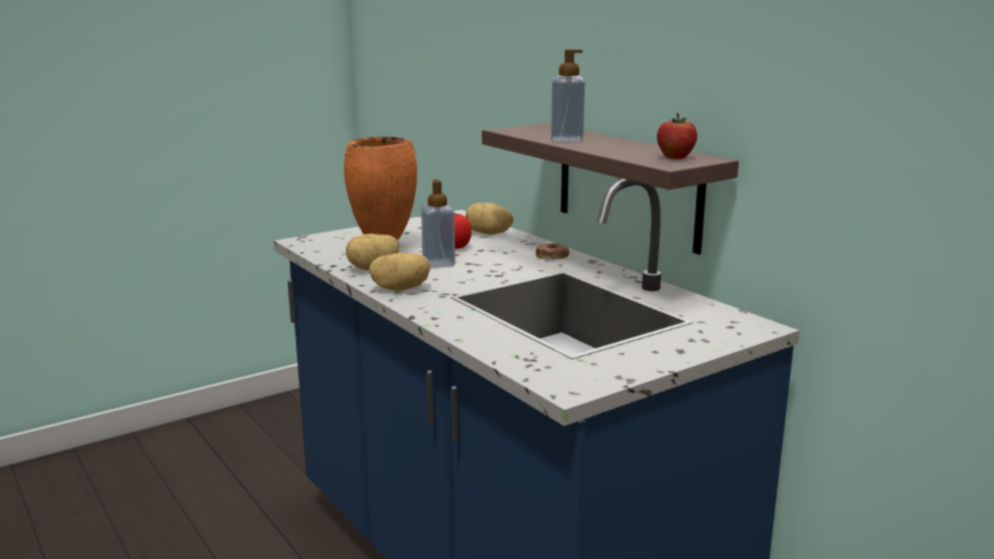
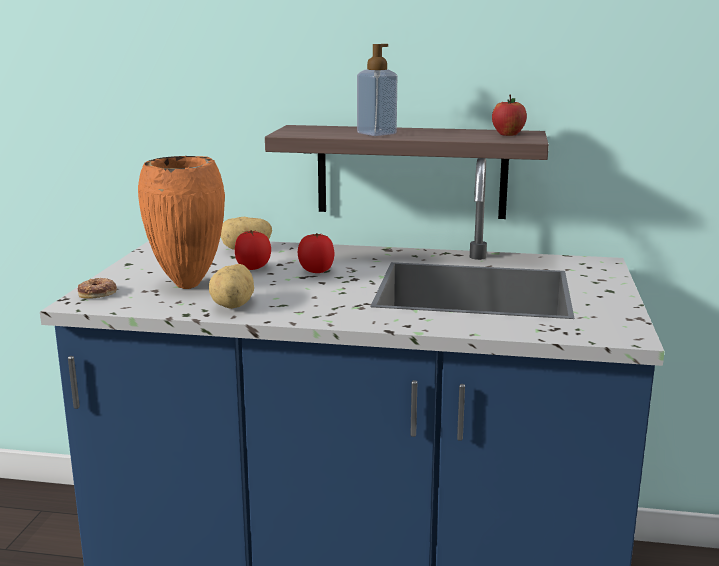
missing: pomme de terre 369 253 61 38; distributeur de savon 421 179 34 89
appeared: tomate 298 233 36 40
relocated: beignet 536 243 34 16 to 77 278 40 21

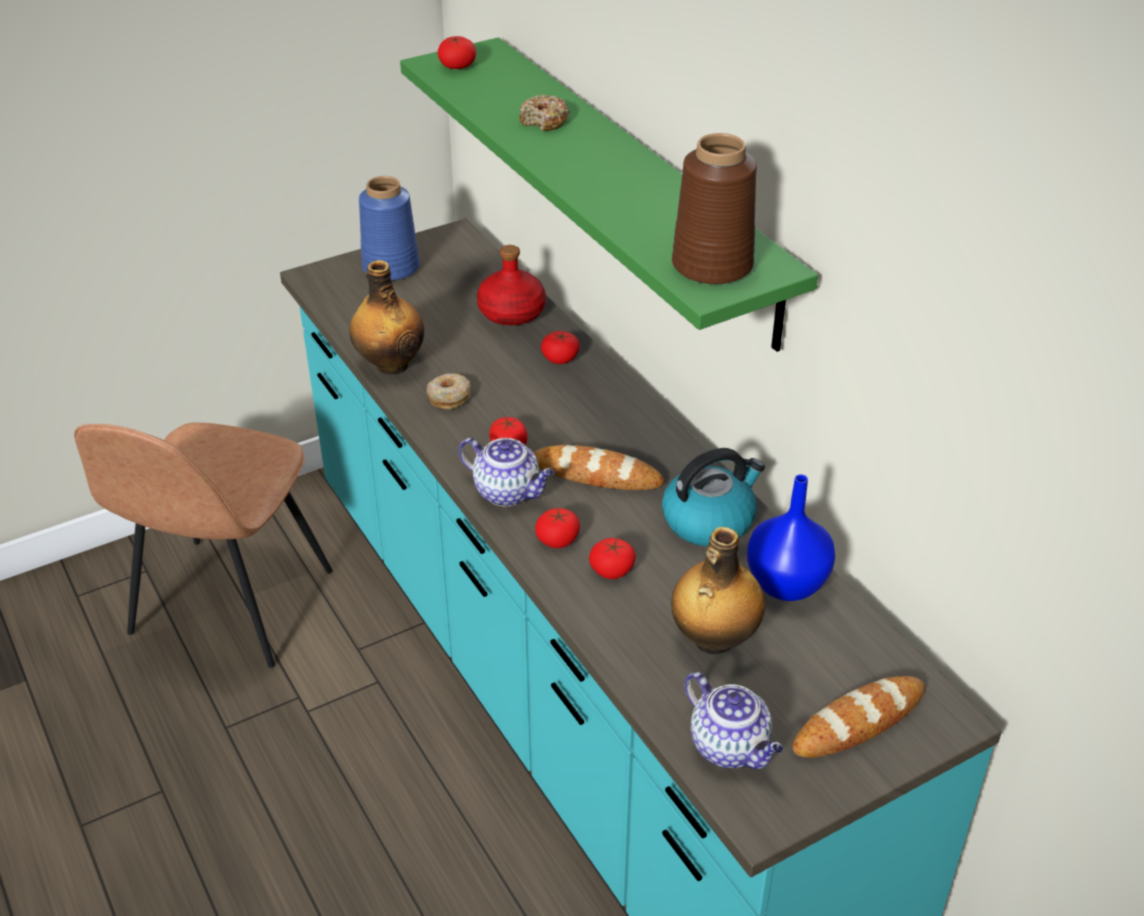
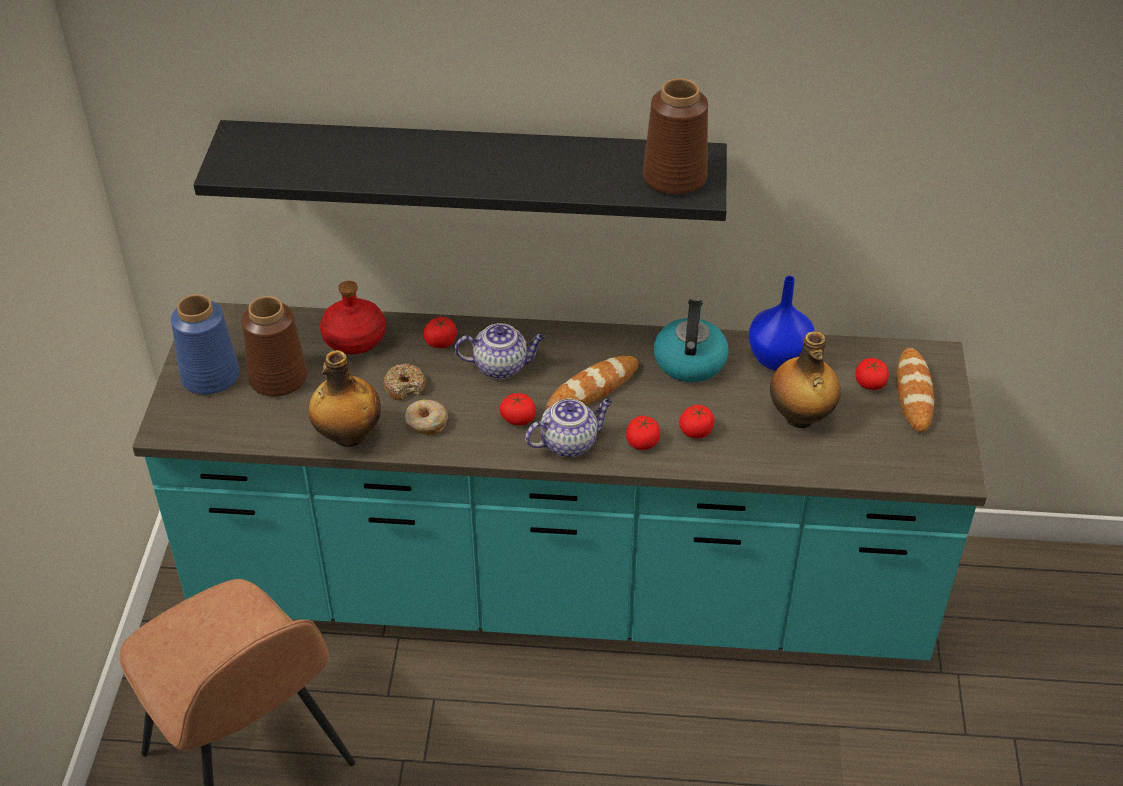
appeared: vase [marron] 242 296 66 101
relocated: tomate 438 36 38 33 to 855 358 34 32; beignet 520 94 49 37 to 383 363 43 37; théière 685 672 98 97 to 455 323 90 56
colour: étagère [vert] 400 37 418 315 to étagère [noir] 194 120 533 101

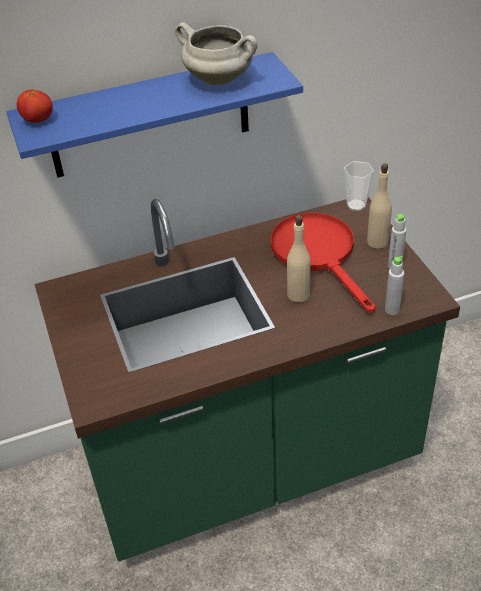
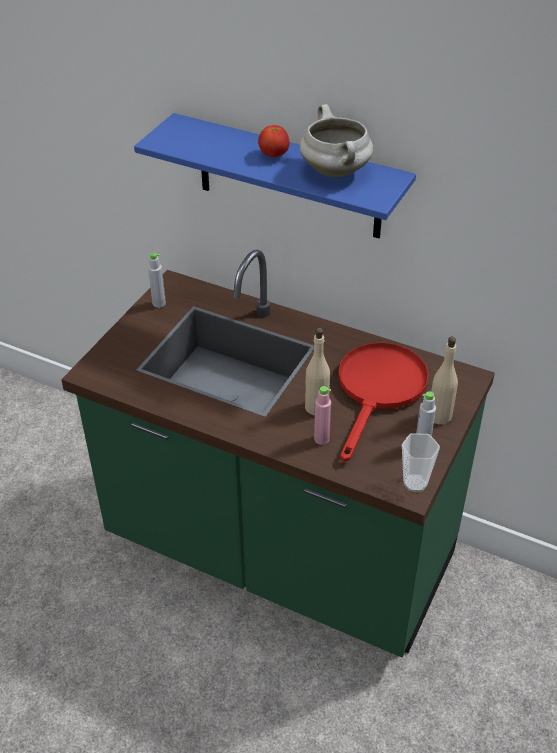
appeared: bouteille [rose] 314 386 17 59
relocated: tomate 17 90 36 33 to 258 125 32 32; tasse 344 161 30 50 to 402 433 38 59; bouteille [gris] 385 255 19 60 to 148 252 18 56

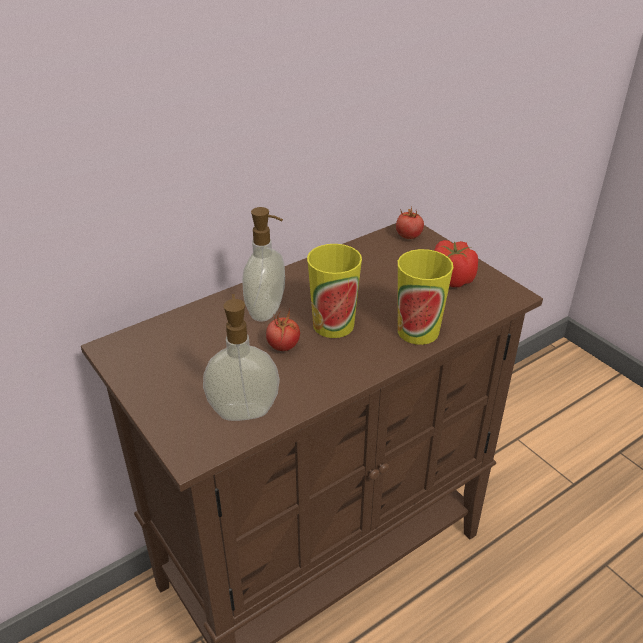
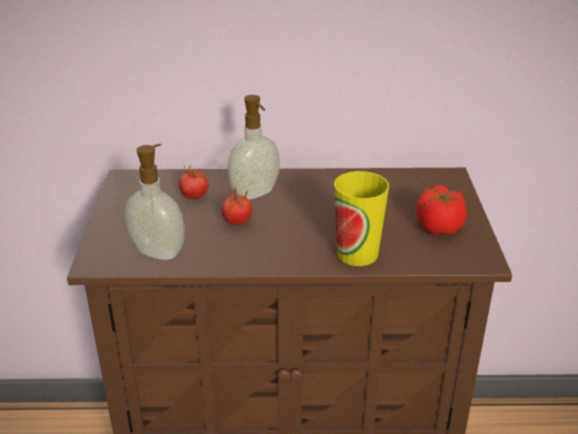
missing: tasse 307 244 55 94
relocated: tomate 396 207 28 32 to 179 164 29 35

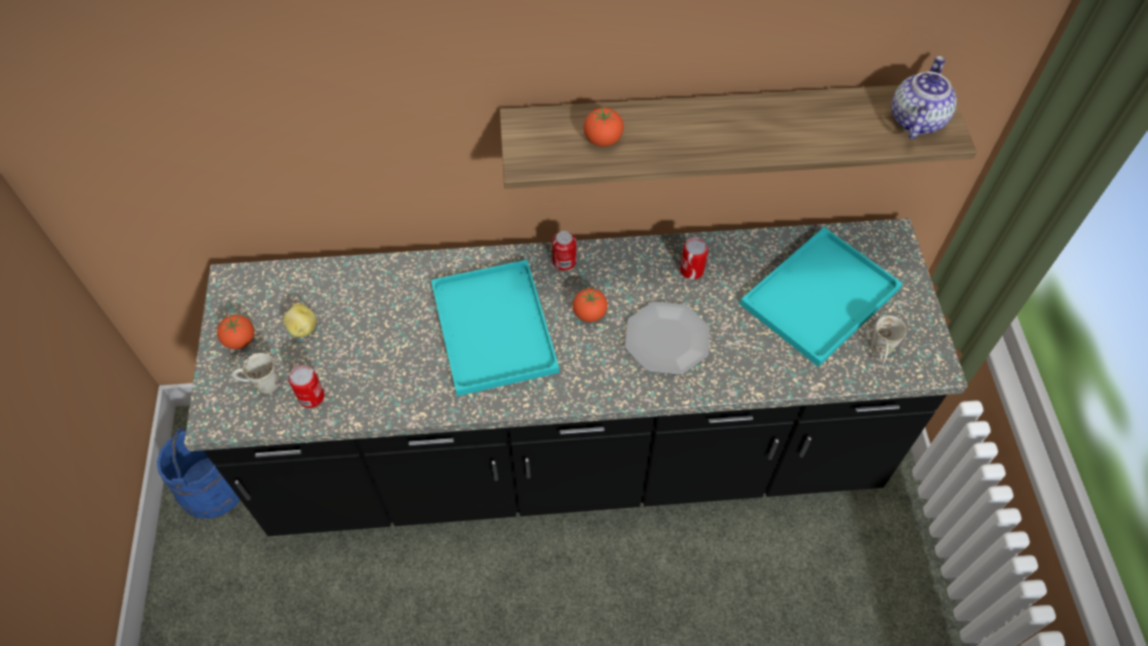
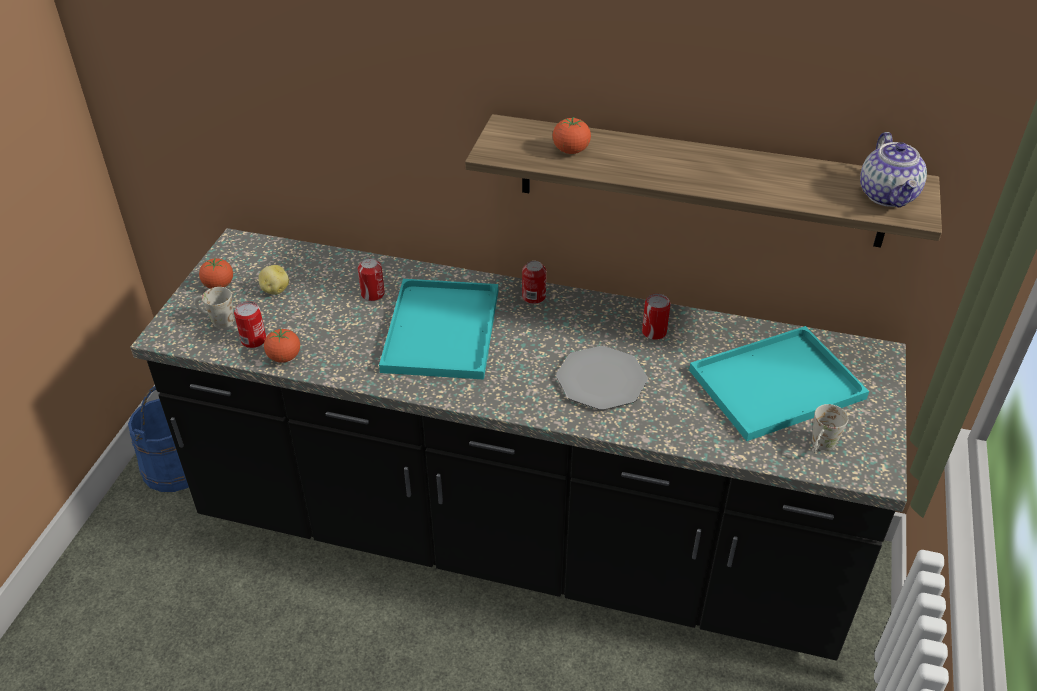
appeared: boîte métallique 358 258 27 43
relocated: tomate 573 288 35 34 to 264 328 36 34
spun: théière 892 56 65 83 = 860 132 67 76 135 degrees clockwise

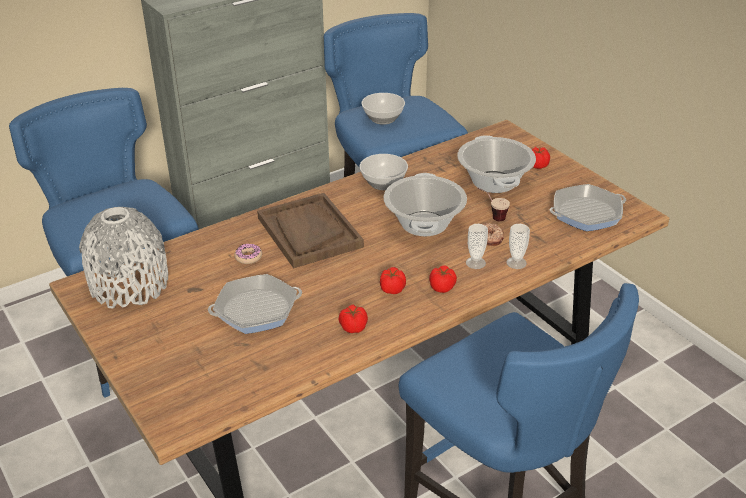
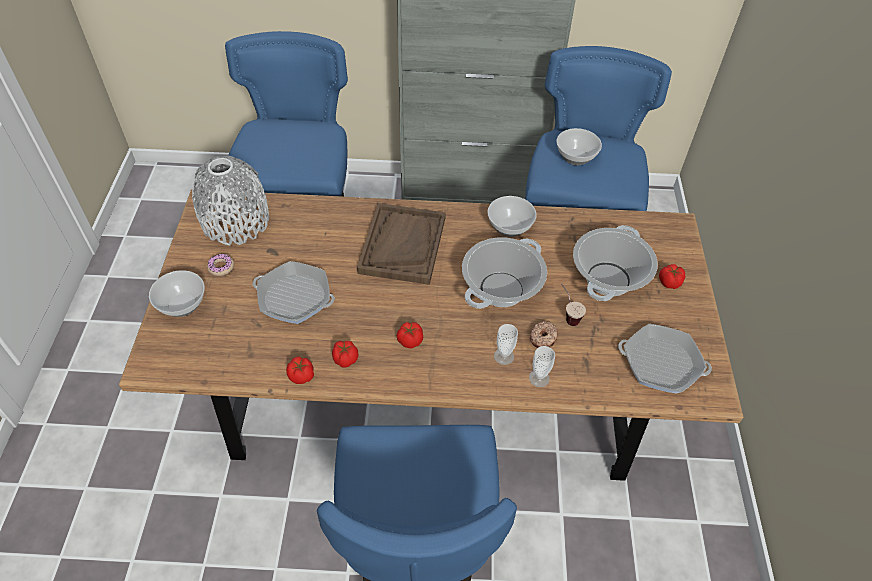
appeared: bol 149 270 56 47
relocated: beignet 234 244 28 20 to 207 254 27 22; tomate 429 265 28 28 to 286 356 28 28

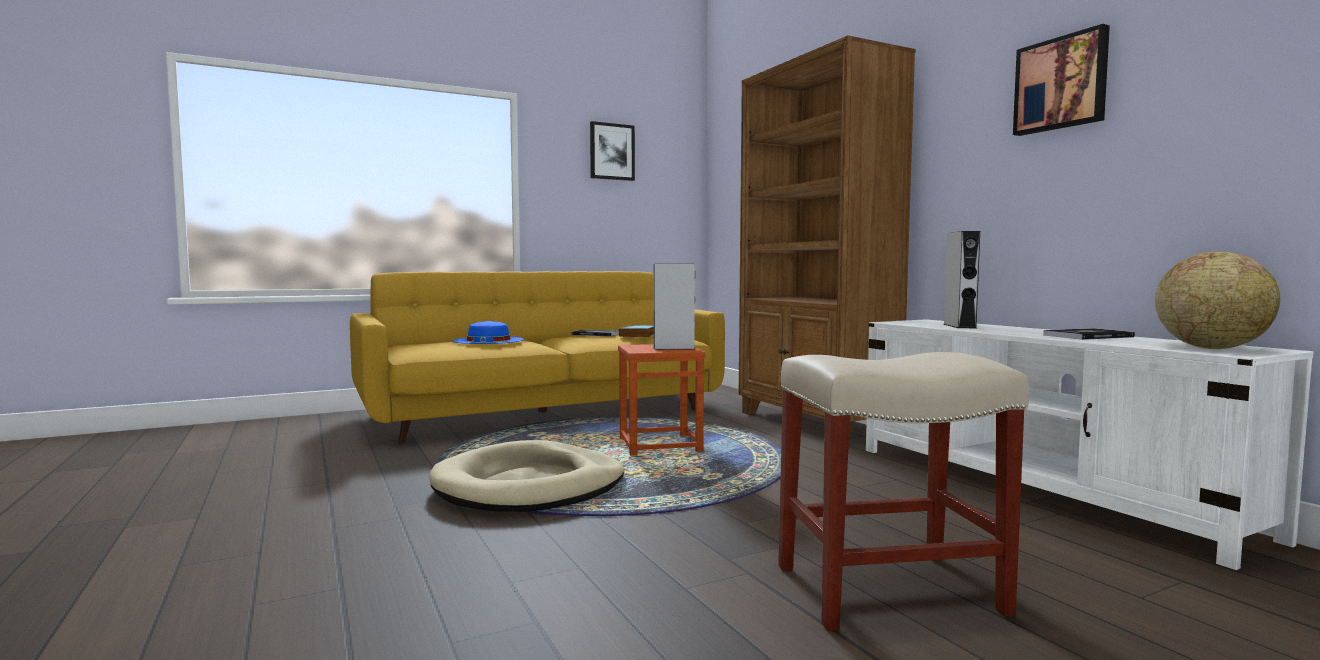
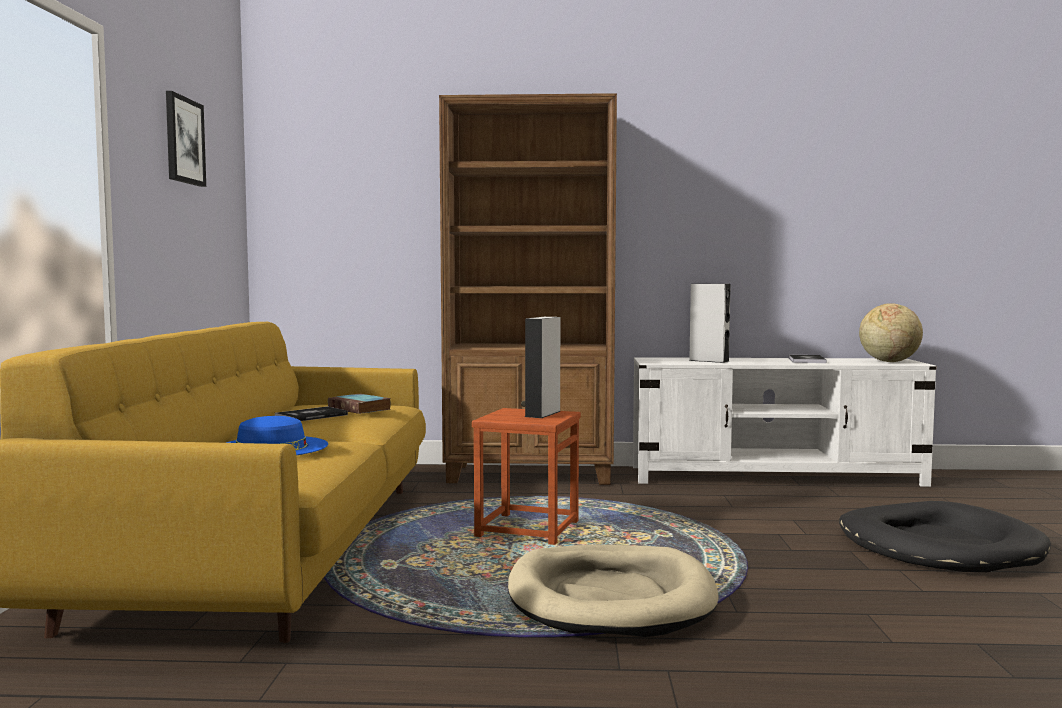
missing: tableau 1013 24 97 112
exchanged: tabouret [beige] 778 352 251 279 to panier pour chien [noir] 839 501 212 71

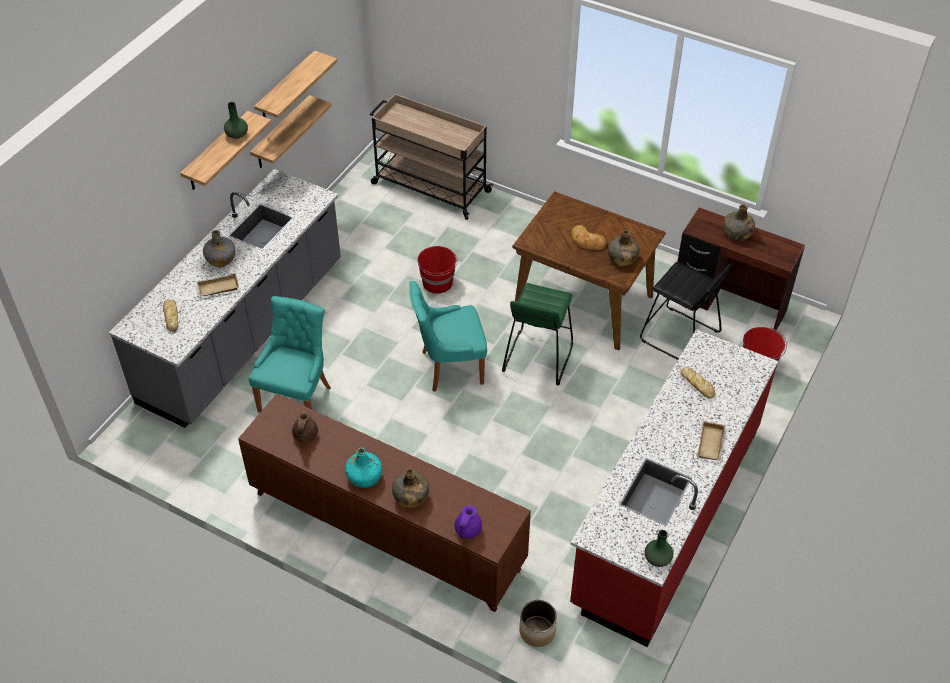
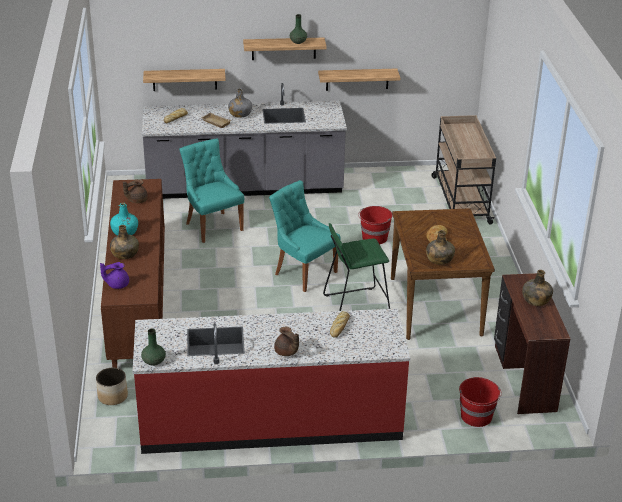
missing: tabouret [noir] 640 262 92 98
relocated: étagère 254 51 84 67 to 143 69 83 22
exchanged: plateau [beige] 698 421 28 39 to théière [marron] 274 327 25 29
spun: chaise [turquoise] 249 296 82 116 = 179 139 65 104 105 degrees counterclockwise

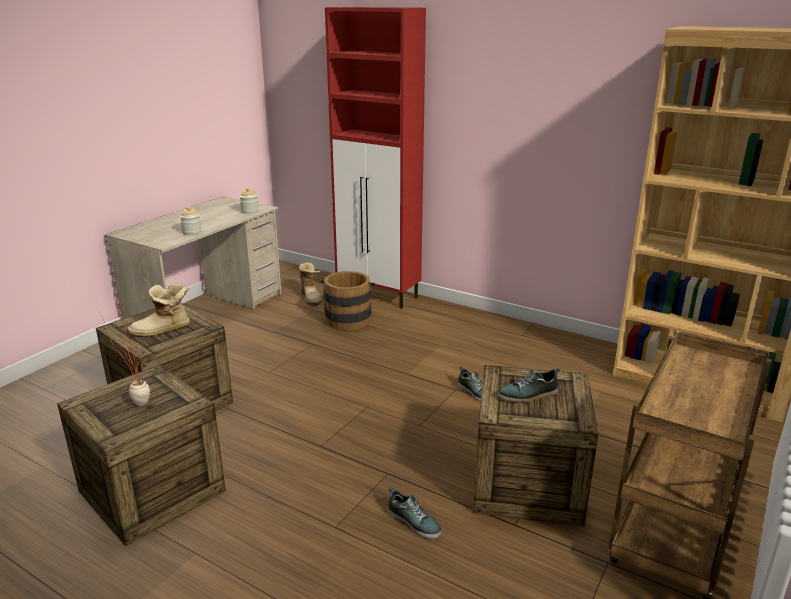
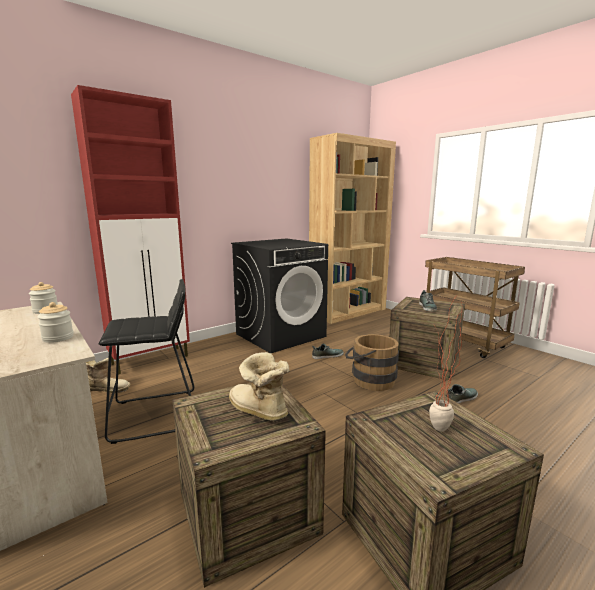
appeared: tabouret [noir] 99 279 95 165; lave-linge [noir] 231 238 97 115
relocated: seau [marron] 320 271 55 59 to 345 334 54 57
spun: botte 128 283 62 54 = 229 352 61 69 135 degrees clockwise

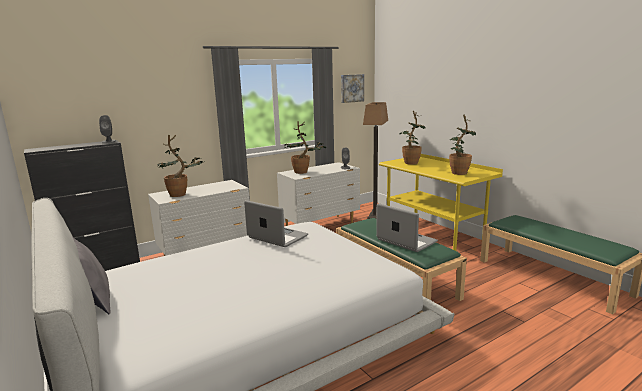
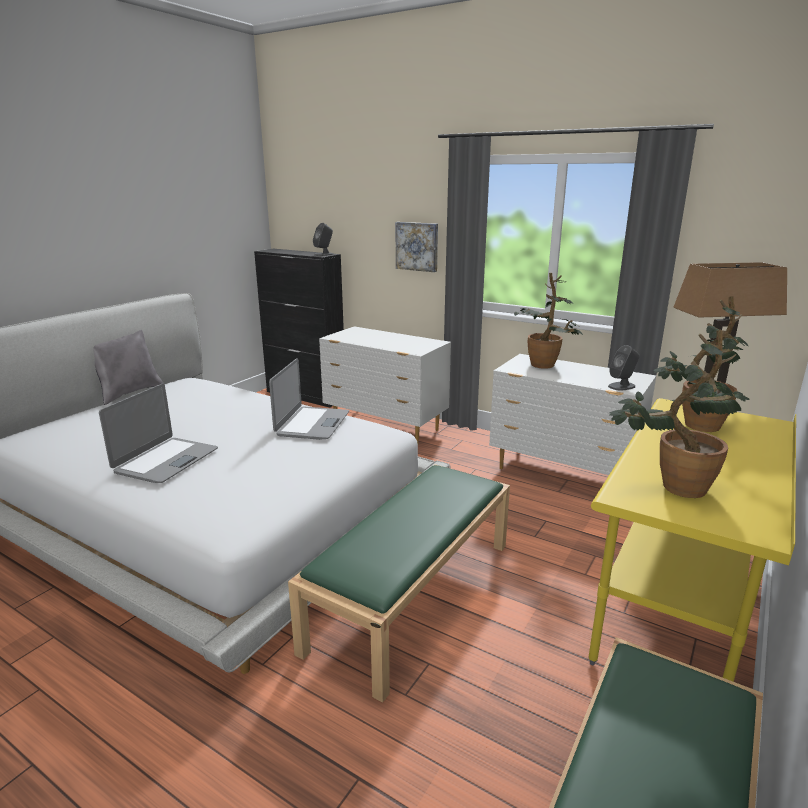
missing: plante en pot 157 135 47 62
relocated: tableau 341 74 23 29 to 396 222 42 50; ordinateur portable 376 203 62 49 to 99 384 119 99

